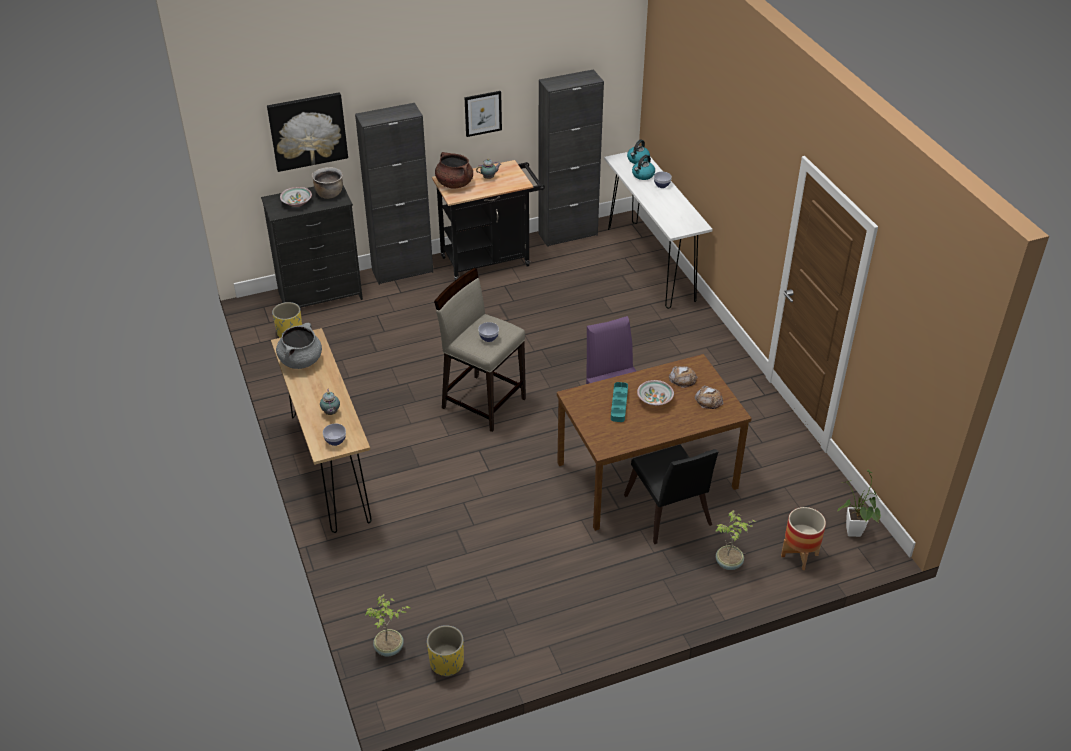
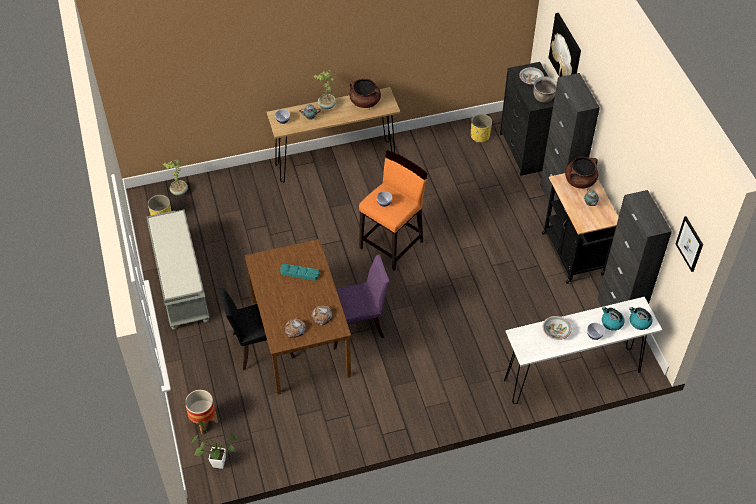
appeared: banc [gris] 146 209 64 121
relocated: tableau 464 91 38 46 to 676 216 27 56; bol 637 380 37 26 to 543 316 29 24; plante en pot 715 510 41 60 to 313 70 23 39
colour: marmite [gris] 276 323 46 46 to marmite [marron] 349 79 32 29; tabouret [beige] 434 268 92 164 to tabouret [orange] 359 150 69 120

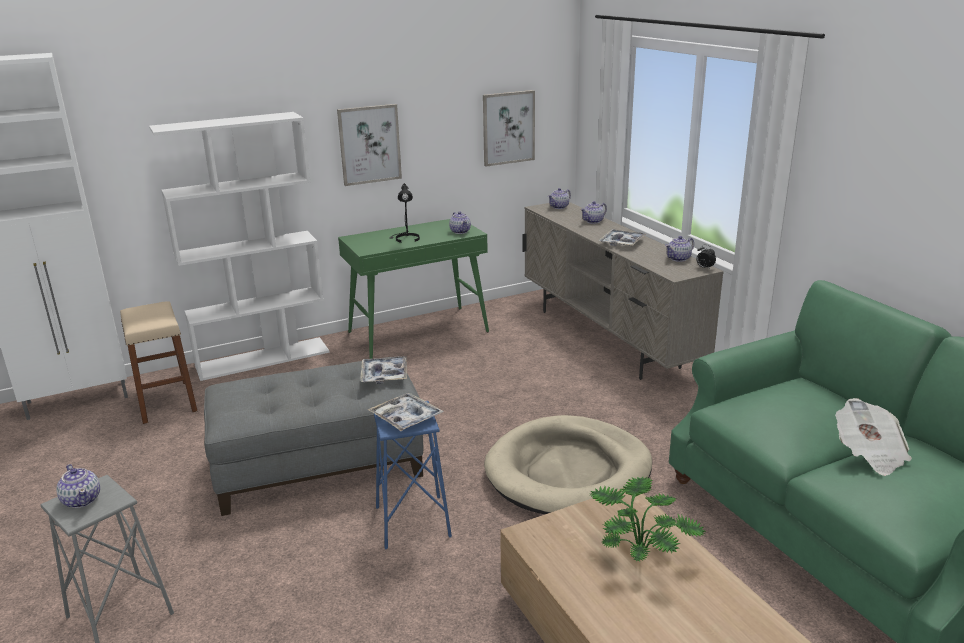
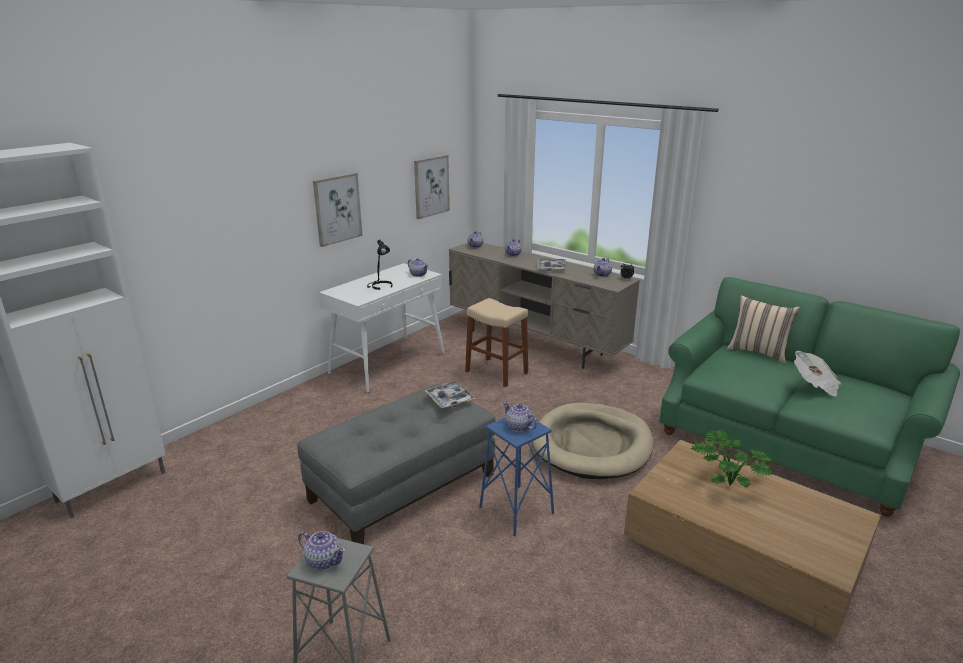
missing: bibliothèque [blanc] 149 112 181 269
appeared: coussin [beige] 727 295 73 68
relocated: tabouret [beige] 120 301 77 123 to 465 298 63 89
exchanged: plateau 368 393 75 38 to théière 503 402 34 30
colour: table console [vert] 338 219 151 140 to table console [blanc] 319 263 126 130

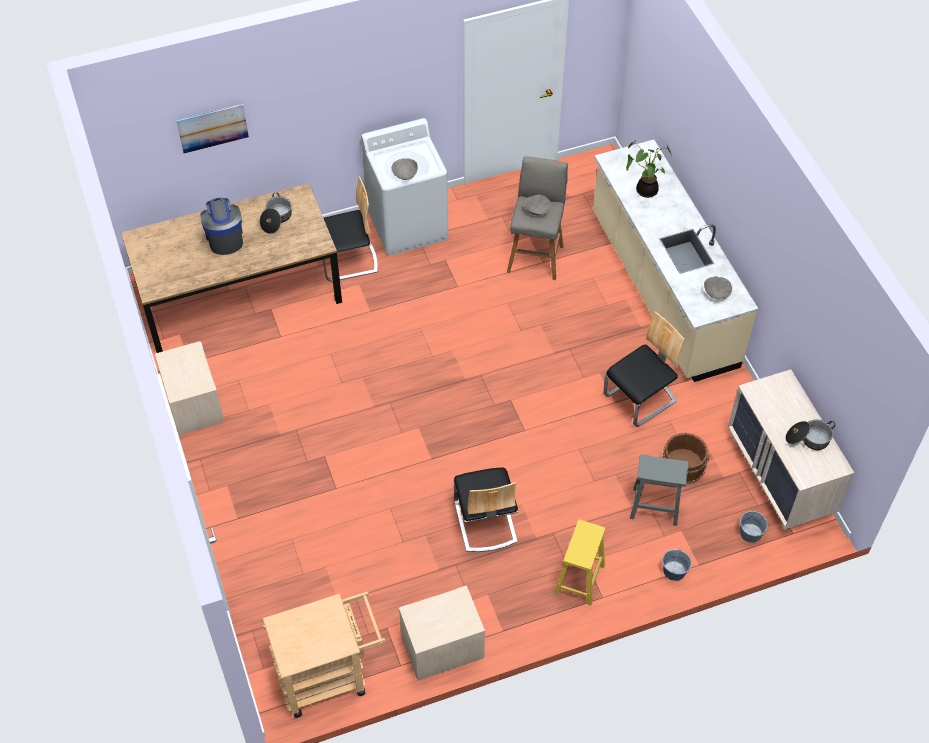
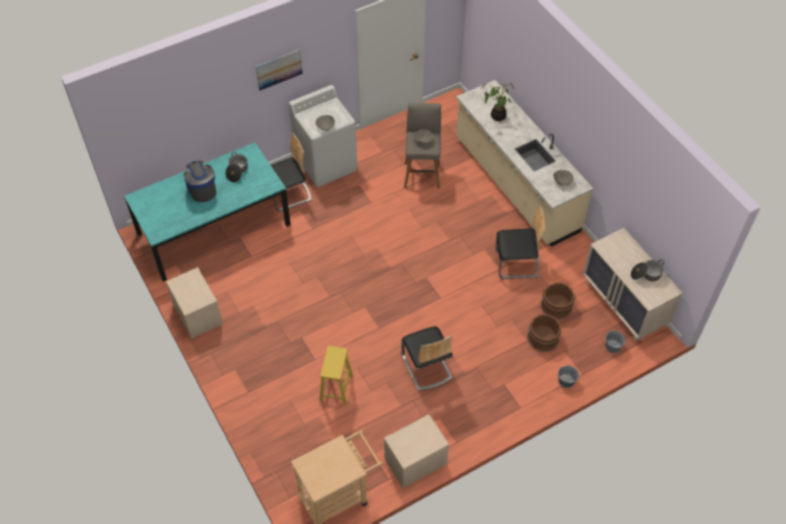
relocated: tableau 176 104 73 50 to 256 49 47 42; tabouret [jaune] 554 520 51 86 to 319 346 34 59
exchanged: tabouret [gris] 630 455 58 71 to seau [marron] 527 314 34 38
colour: table à manger [marron] 121 183 221 170 to table à manger [turquoise] 124 142 167 140
spun: chaise 603 311 82 116 = 496 206 49 73 45 degrees clockwise

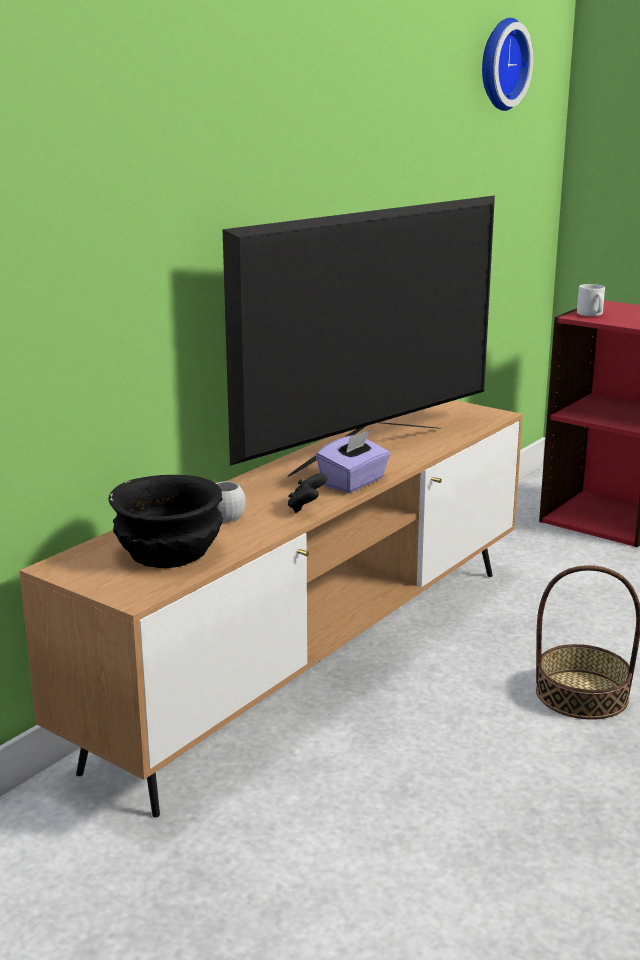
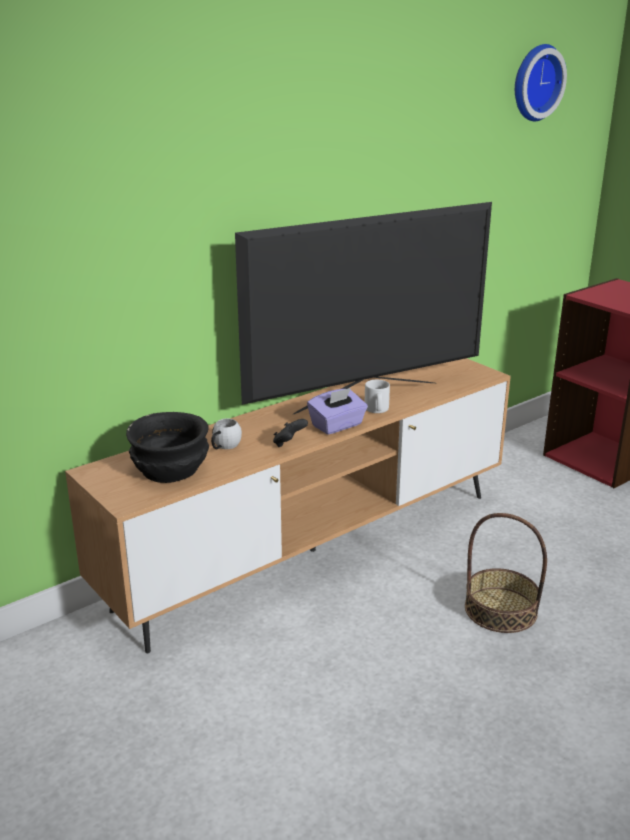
relocated: mug [gris] 577 284 28 32 to 365 380 25 33

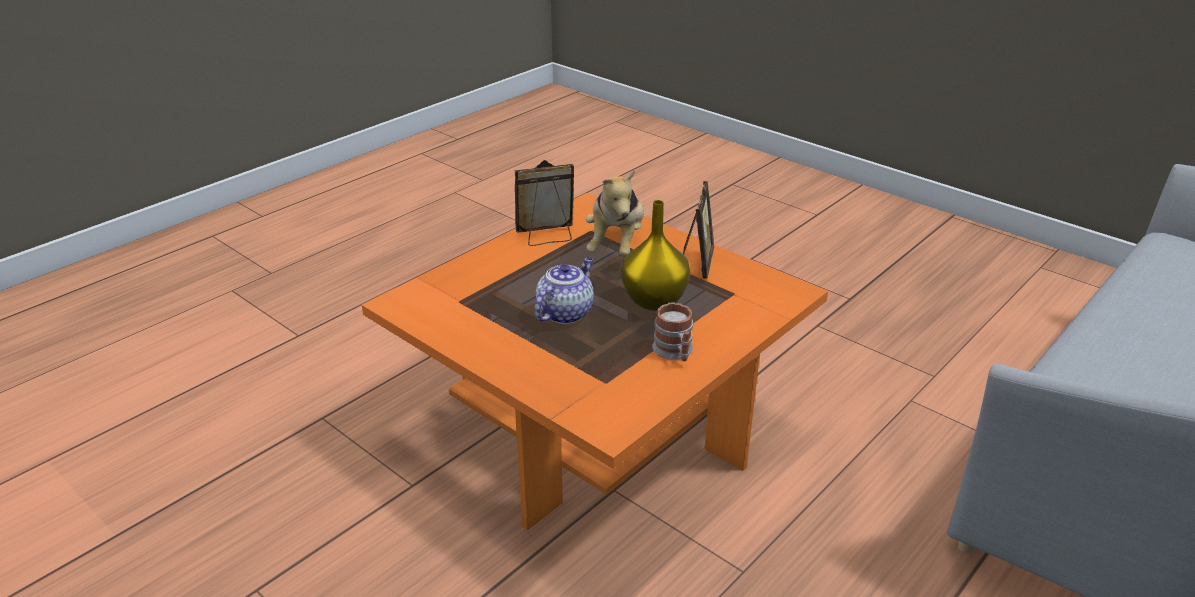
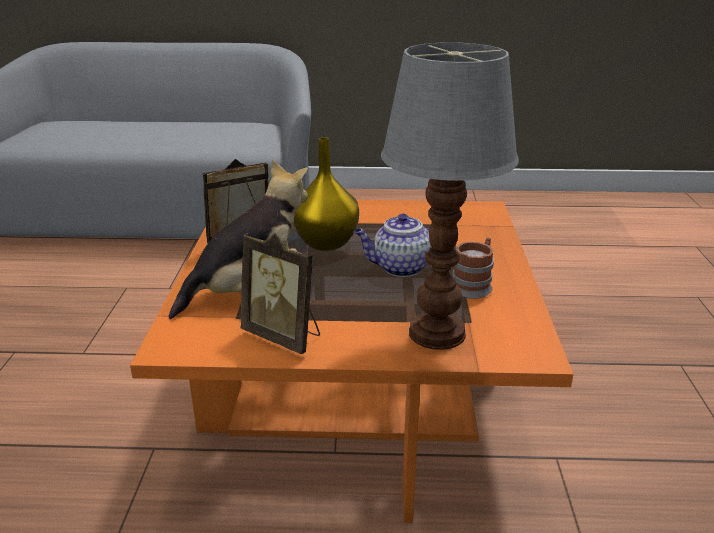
appeared: lampe de table 381 42 138 308
relocated: mug 652 302 41 59 to 452 237 42 62

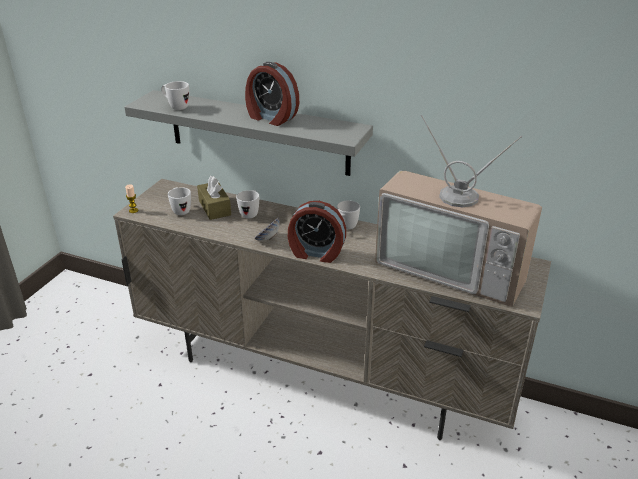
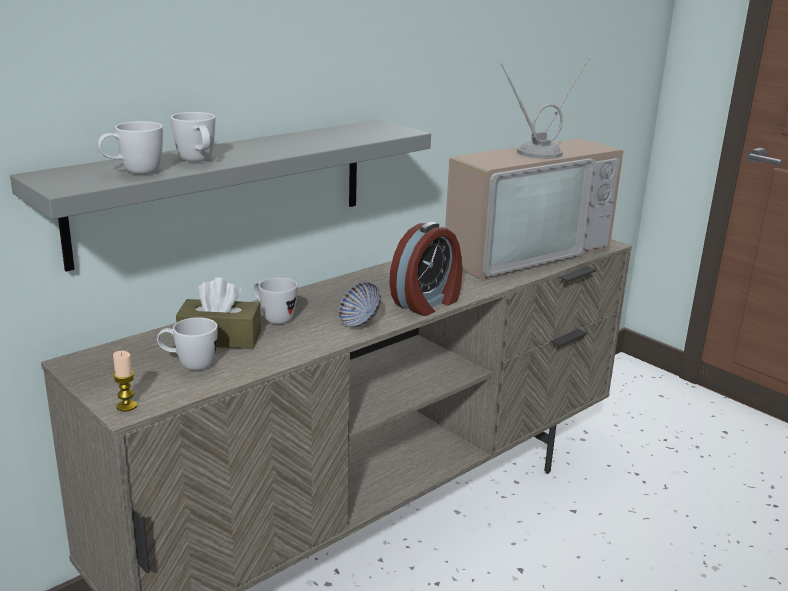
missing: réveil 245 62 54 64
relocated: mug [blanc] 337 200 23 29 to 171 112 44 50

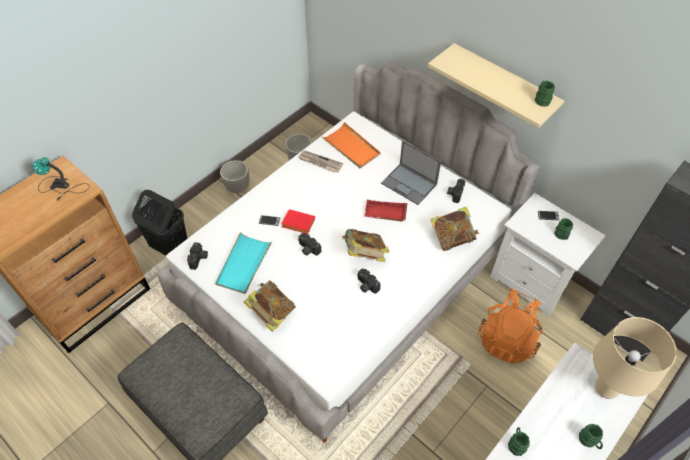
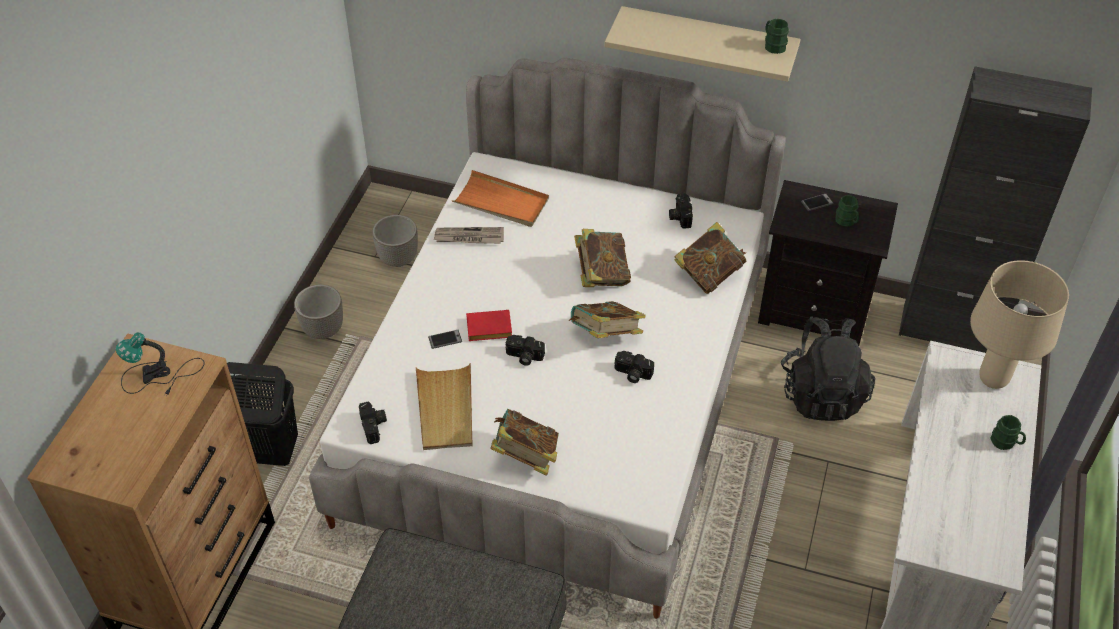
missing: ordinateur portable 381 140 60 65; mug [vert] 508 427 22 29
exchanged: plateau [rouge] 364 200 43 22 to livre 574 229 57 58
colour: plateau [turquoise] 215 232 58 62 to plateau [beige] 416 363 57 87; sac à dos [orange] 478 289 65 75 to sac à dos [noir] 781 316 94 105; table de chevet [blanc] 490 193 116 124 to table de chevet [noir] 758 180 140 166

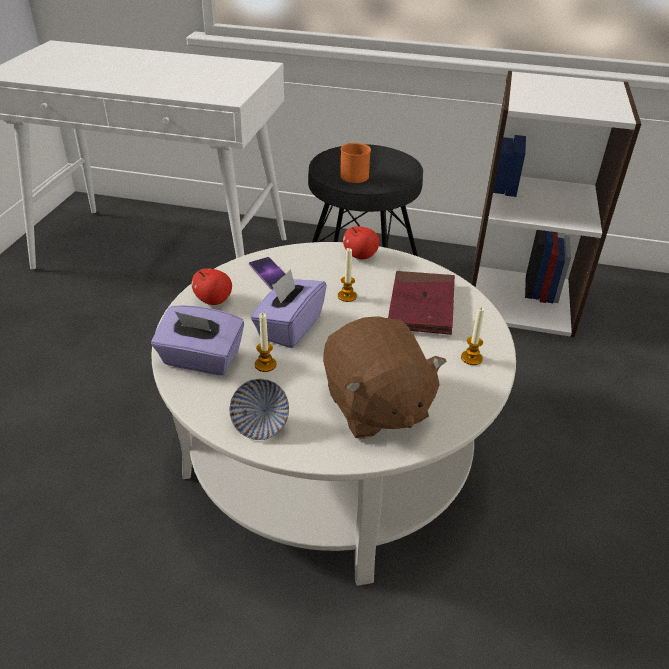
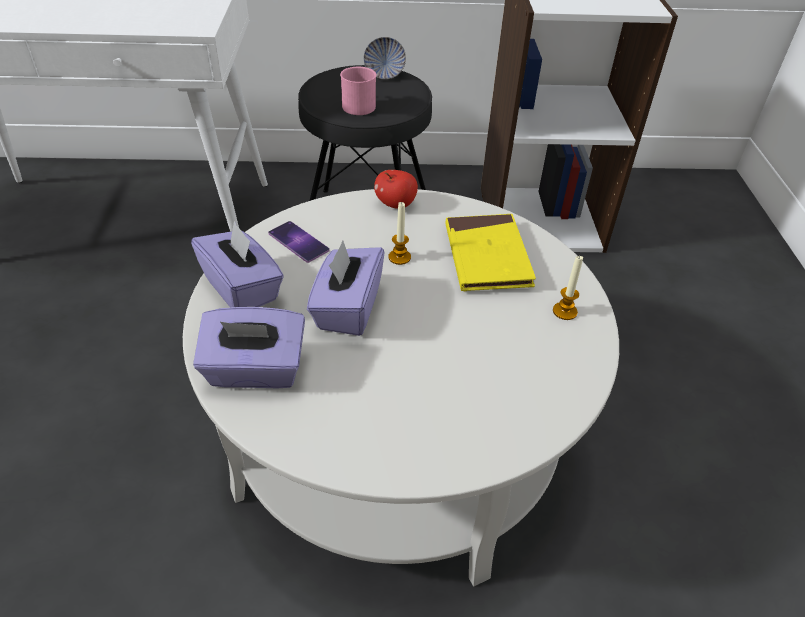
missing: bougie 255 313 22 59; peluche [marron] 323 316 124 123
relocated: bol 230 379 59 61 to 364 37 42 43
exchanged: pomme 192 268 40 37 to boîte à mouchoirs [violet] 191 221 93 86
colour: mug [orange] 340 143 31 40 to mug [rose] 340 67 37 48; livre [rouge] 388 271 67 64 to livre [jaune] 446 214 90 77

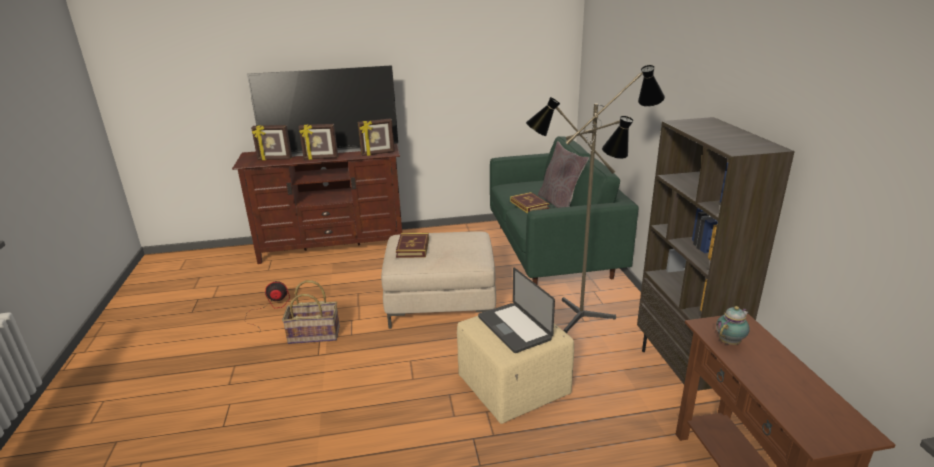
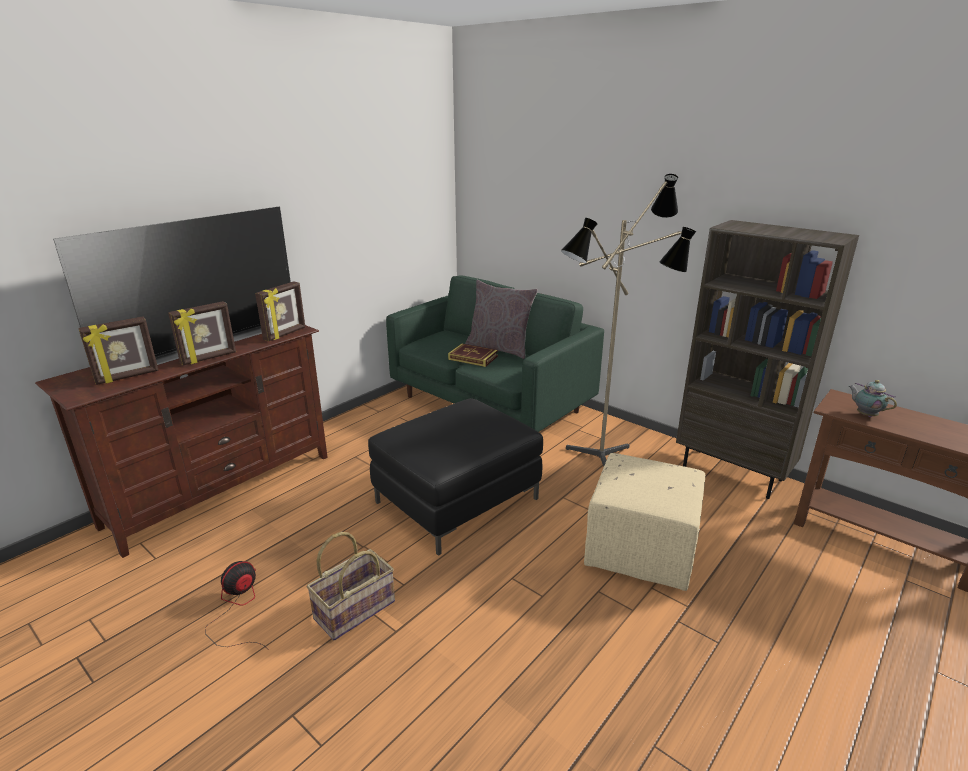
missing: livre 396 233 33 25; ordinateur portable 478 267 77 86
colour: pouf [beige] 381 231 115 98 to pouf [noir] 368 398 175 158
spun: théière 716 306 34 39 = 849 380 48 37 45 degrees counterclockwise

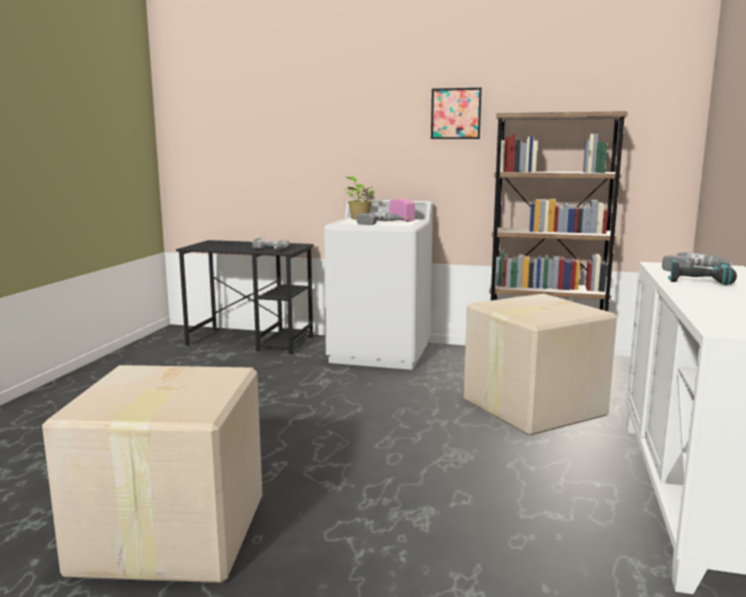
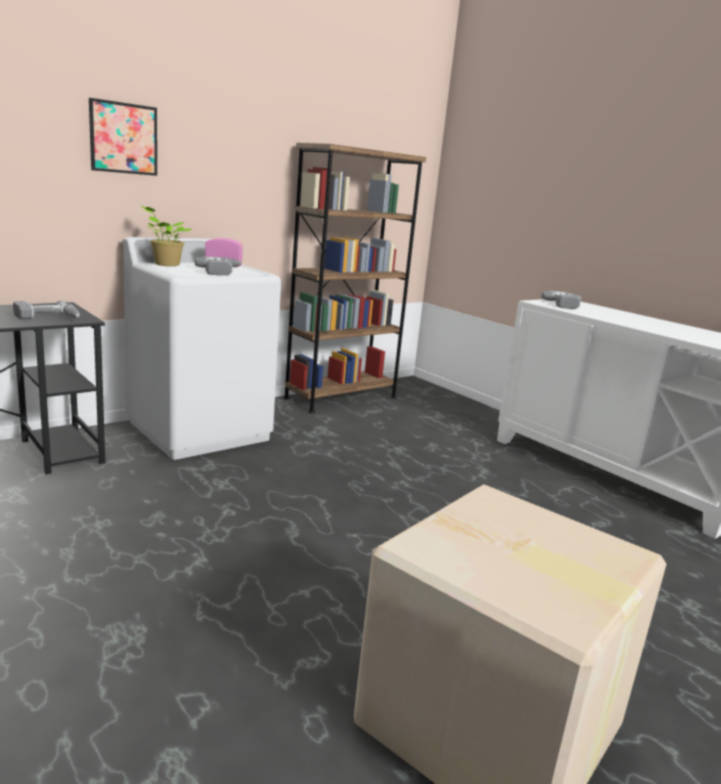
missing: carton 464 294 153 142; perceuse 668 259 69 26
relocated: tableau 431 88 51 51 to 89 98 68 78

